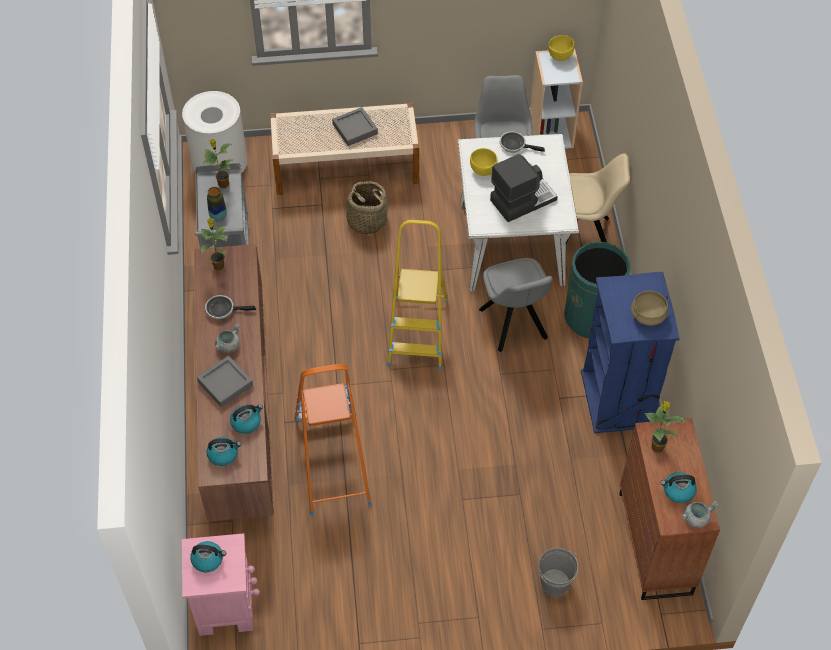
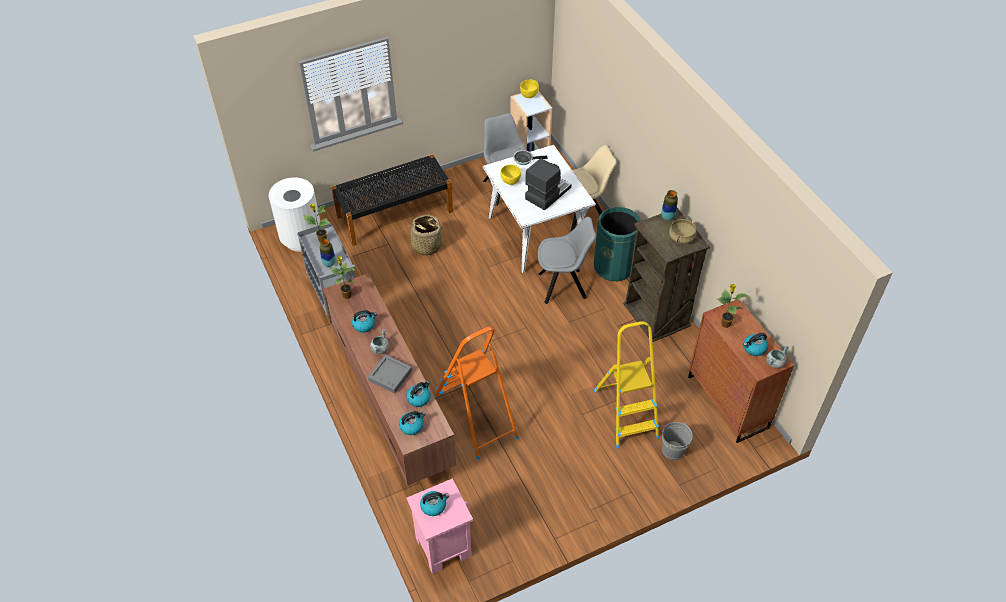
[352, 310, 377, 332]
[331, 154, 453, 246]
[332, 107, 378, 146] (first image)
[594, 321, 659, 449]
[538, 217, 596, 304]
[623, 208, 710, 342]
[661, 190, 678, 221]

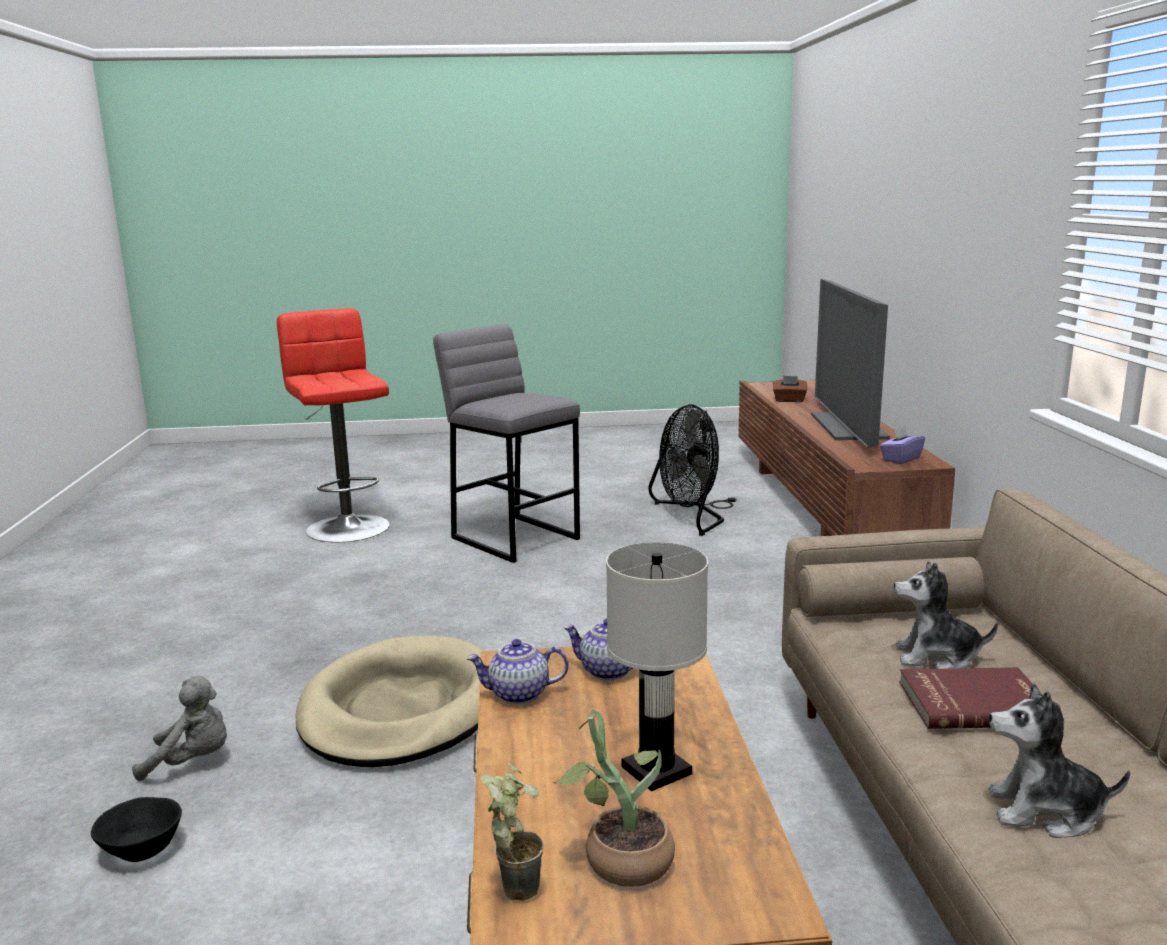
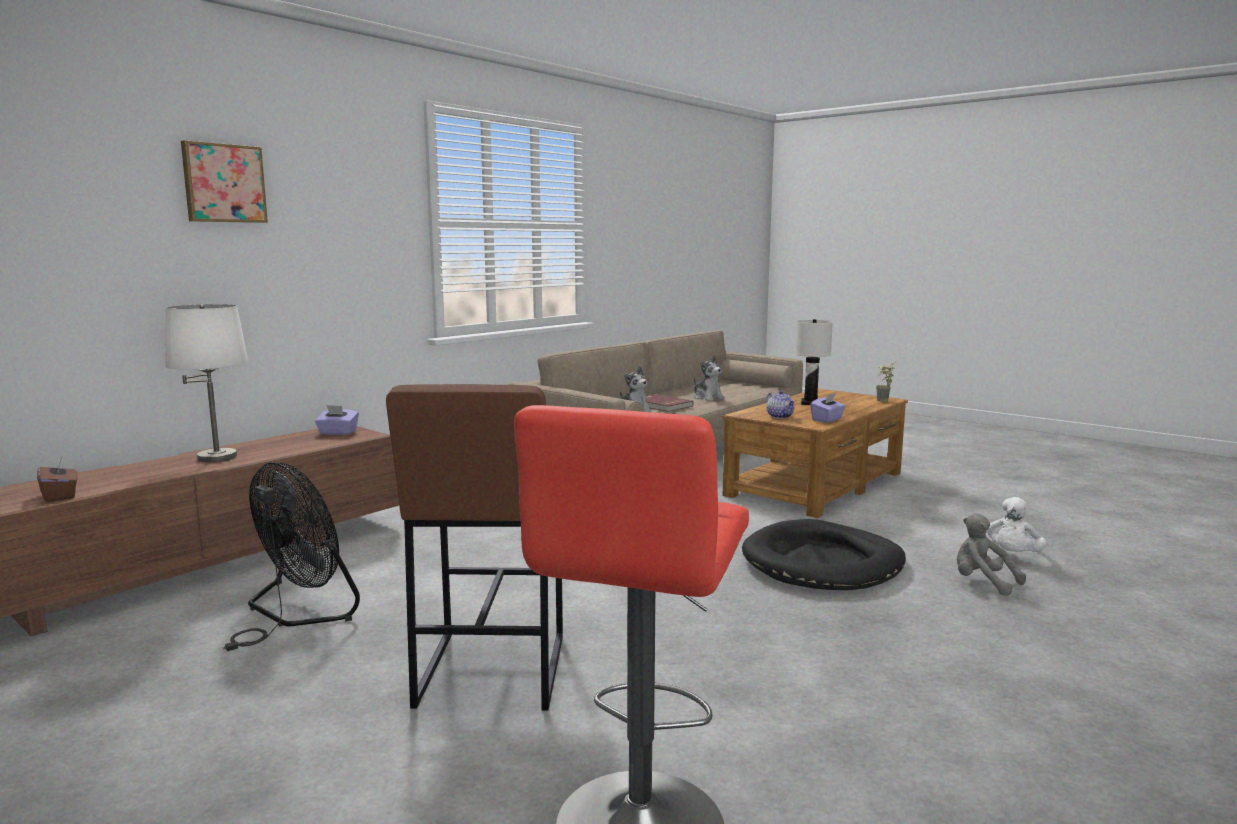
[987, 497, 1047, 552]
[742, 519, 906, 590]
[386, 384, 563, 711]
[810, 393, 846, 423]
[554, 709, 675, 887] (first image)
[222, 462, 360, 651]
[165, 304, 249, 462]
[181, 140, 268, 223]

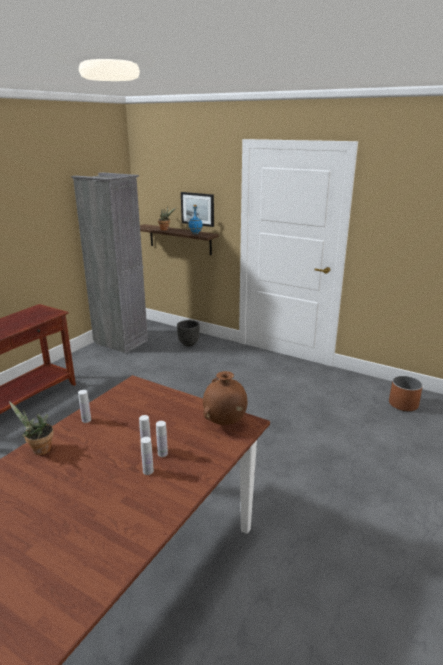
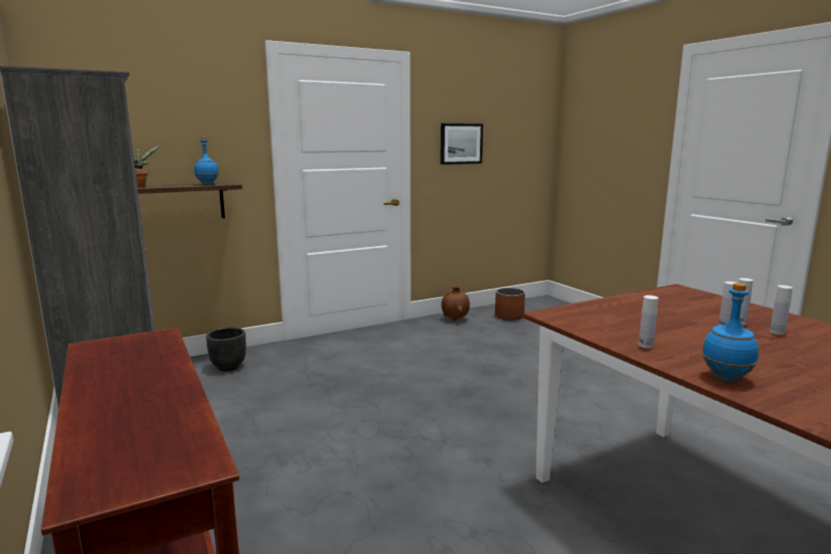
[702, 283, 759, 382]
[440, 123, 483, 165]
[441, 285, 470, 320]

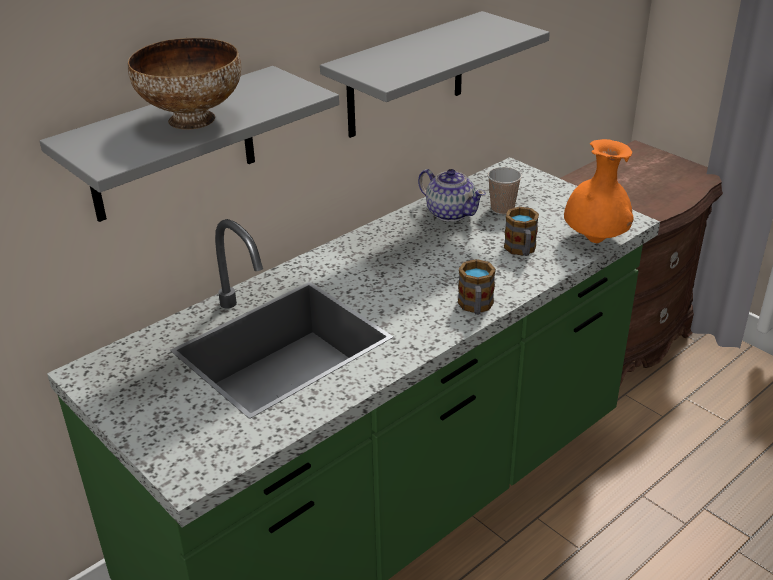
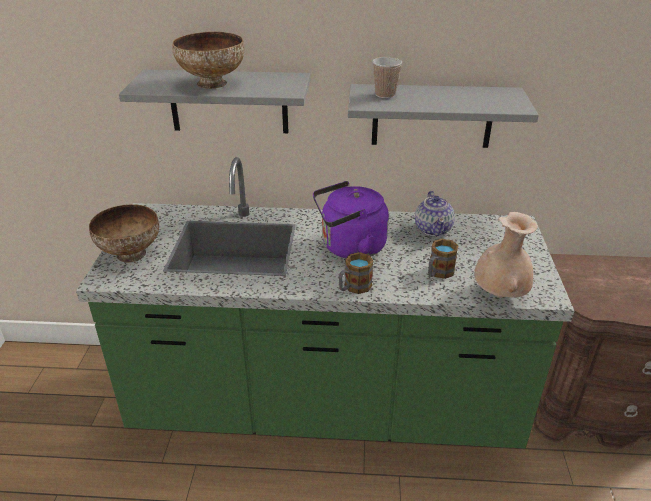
[372, 57, 402, 98]
[474, 212, 538, 298]
[89, 204, 159, 262]
[313, 181, 389, 258]

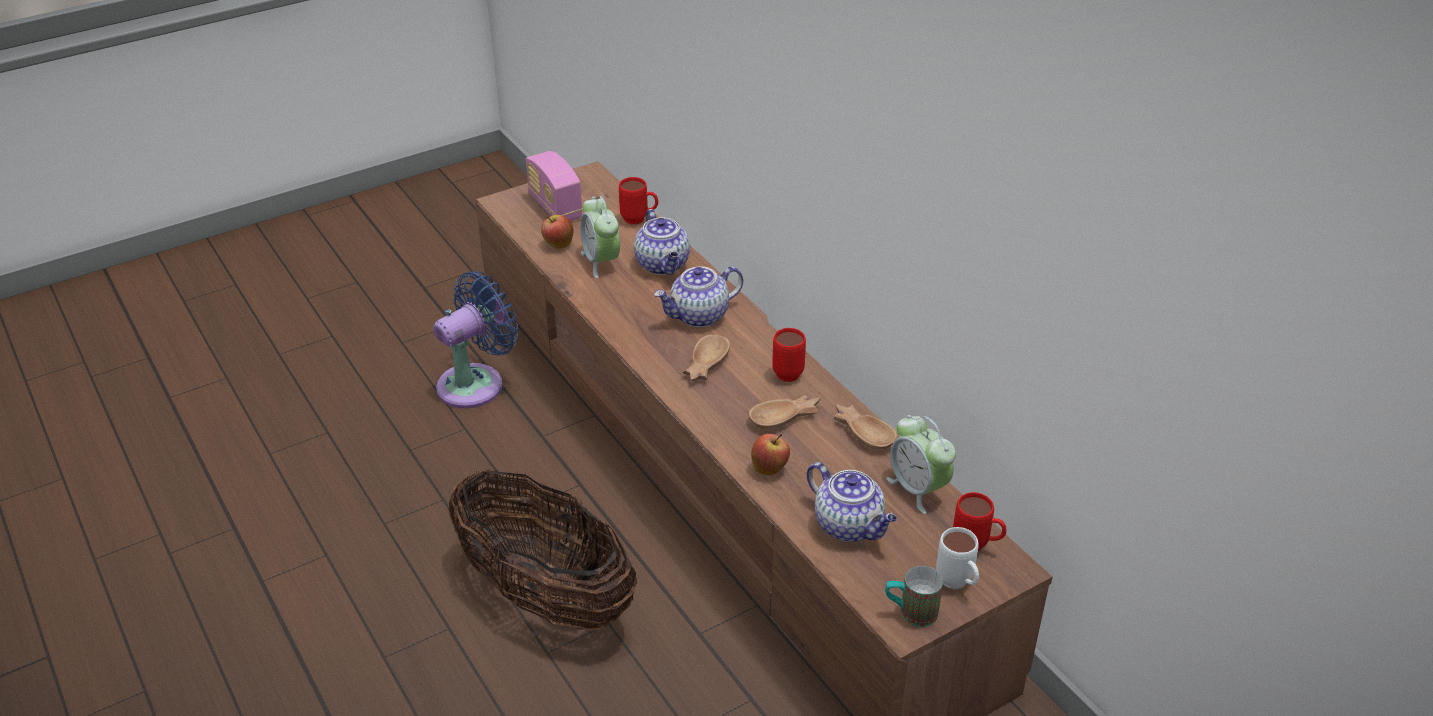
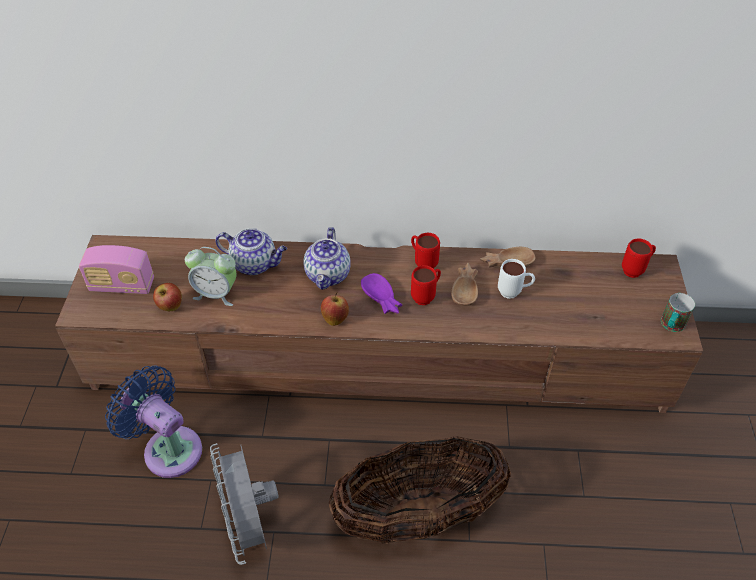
[105, 365, 202, 478]
[411, 265, 441, 305]
[361, 273, 402, 314]
[321, 292, 349, 326]
[807, 462, 897, 542] (first image)
[886, 415, 956, 514] (first image)
[498, 259, 535, 299]
[210, 443, 279, 565]

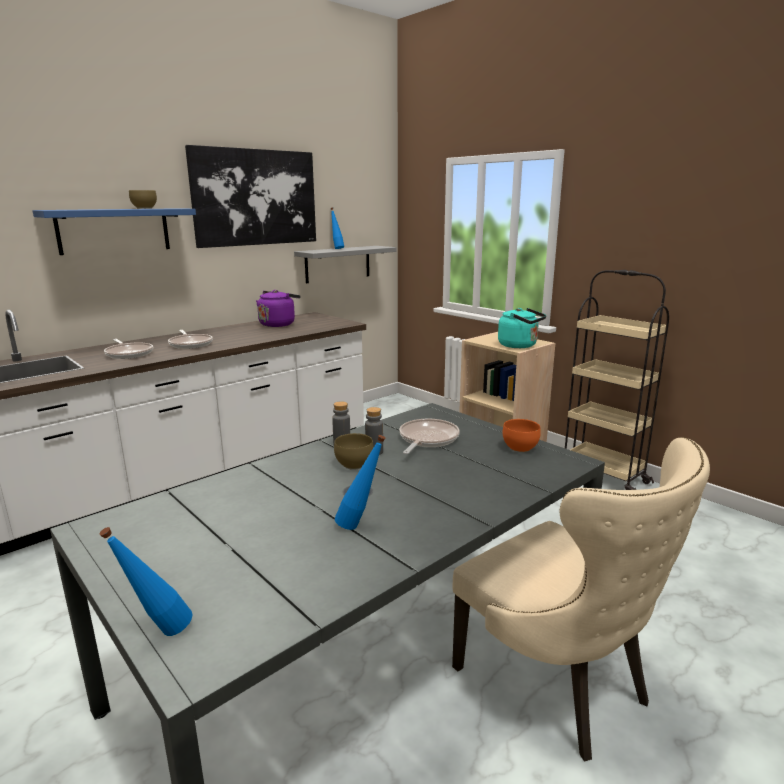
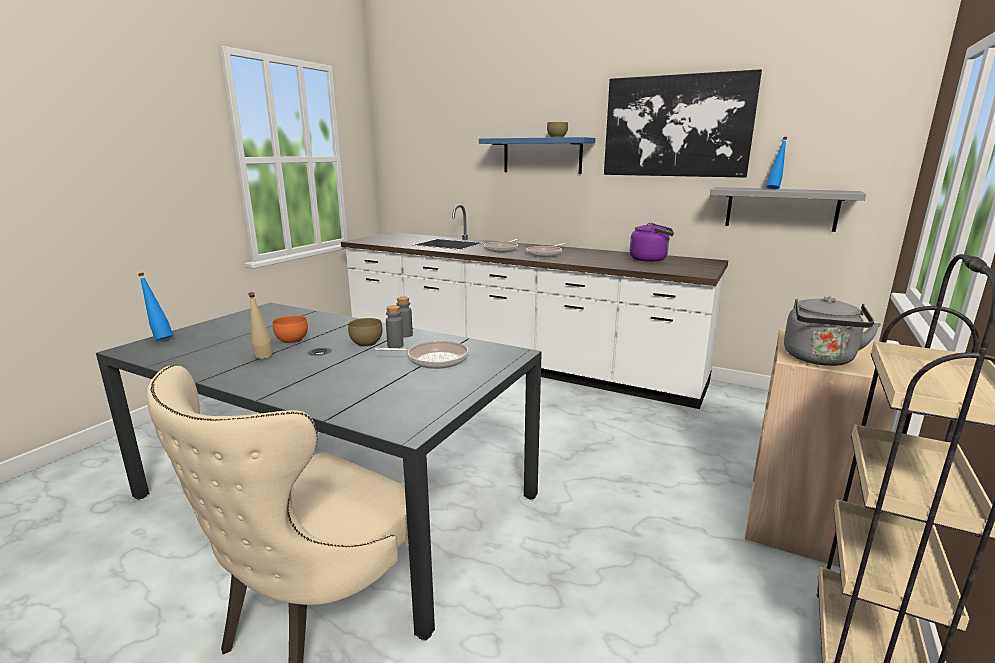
[248, 292, 273, 359]
[784, 296, 881, 366]
[273, 315, 308, 344]

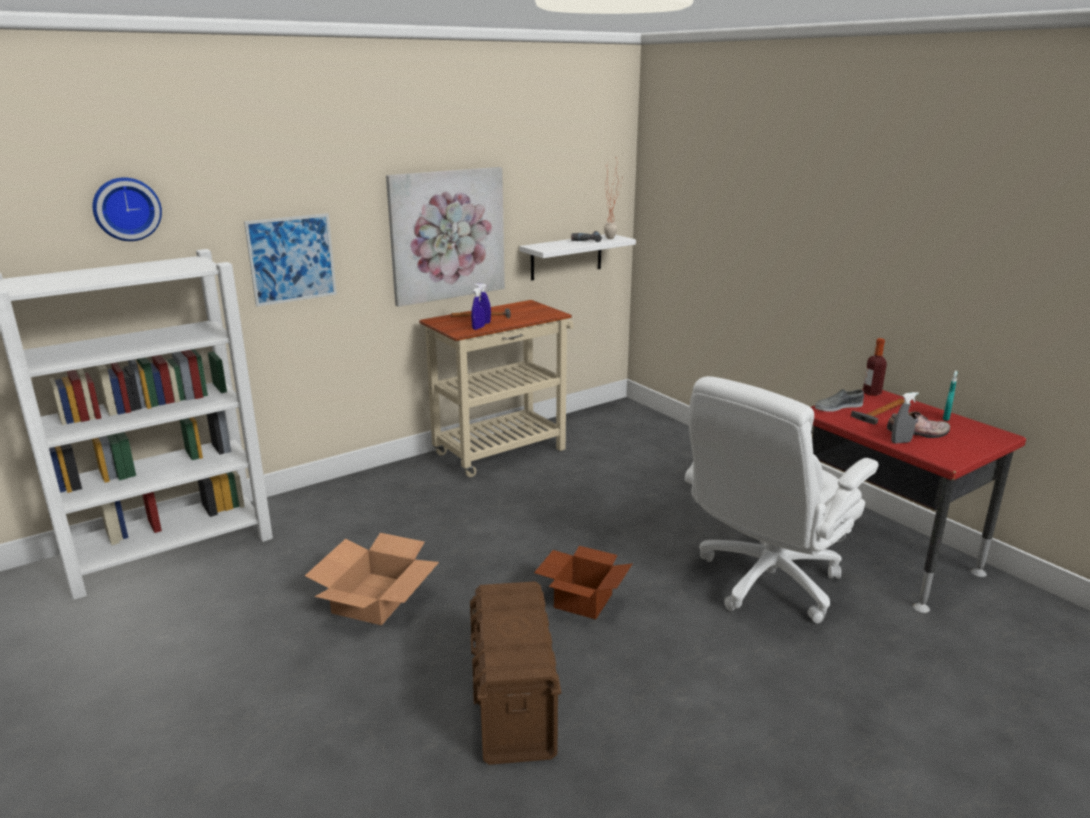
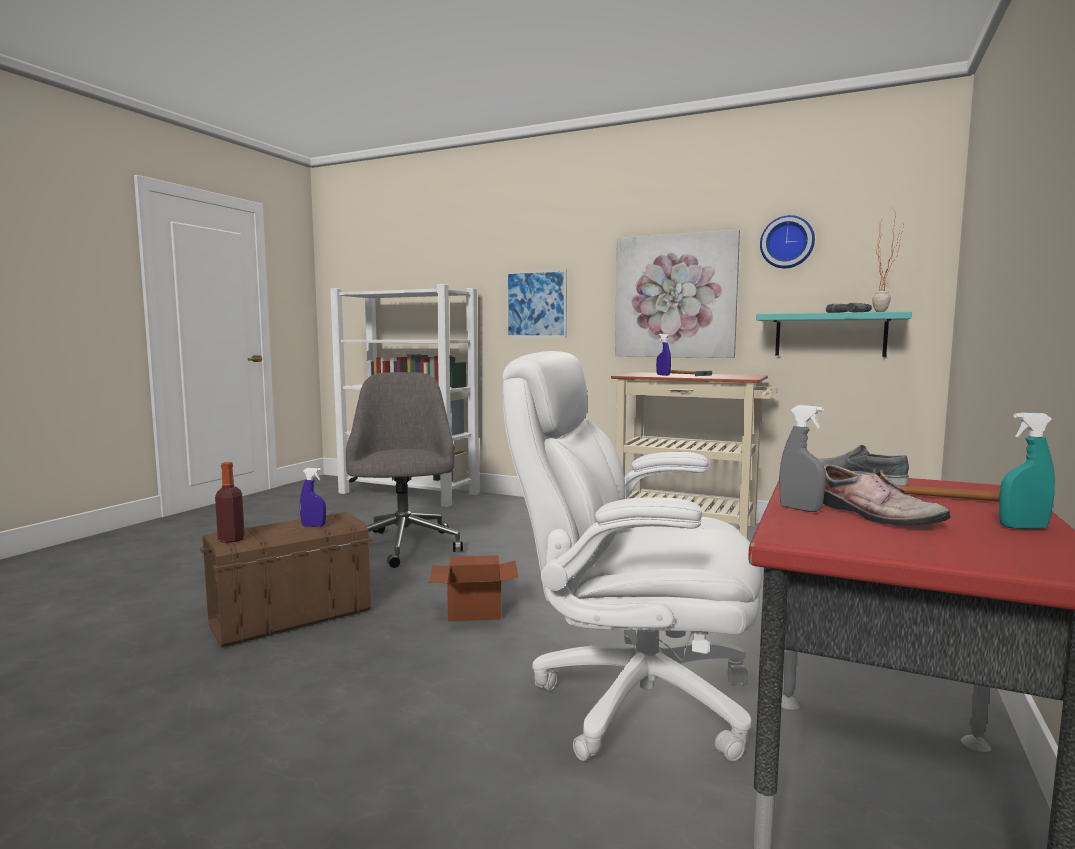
[760, 215, 815, 268]
[346, 372, 463, 568]
[300, 468, 326, 527]
[756, 312, 912, 357]
[215, 462, 245, 543]

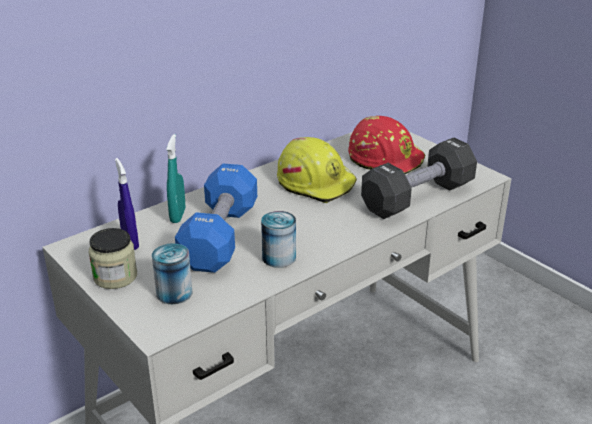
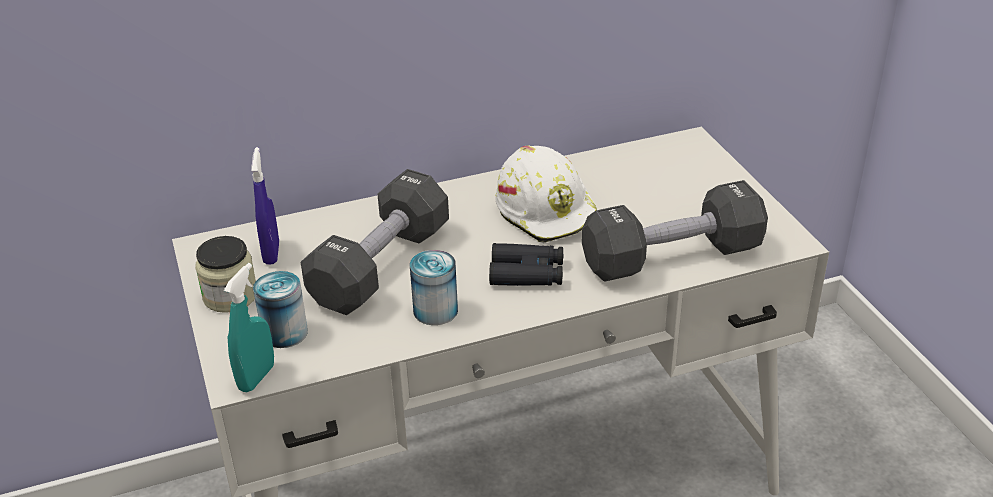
[224, 263, 274, 392]
[301, 169, 449, 315]
[495, 146, 597, 243]
[348, 116, 425, 174] (first image)
[489, 243, 564, 286]

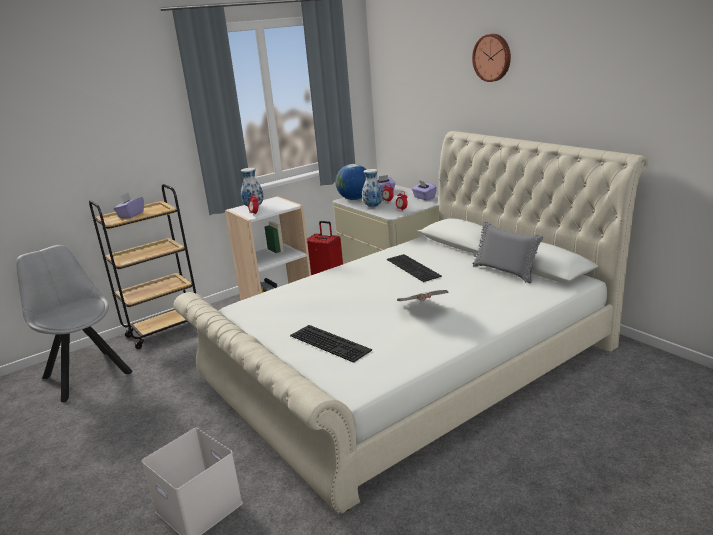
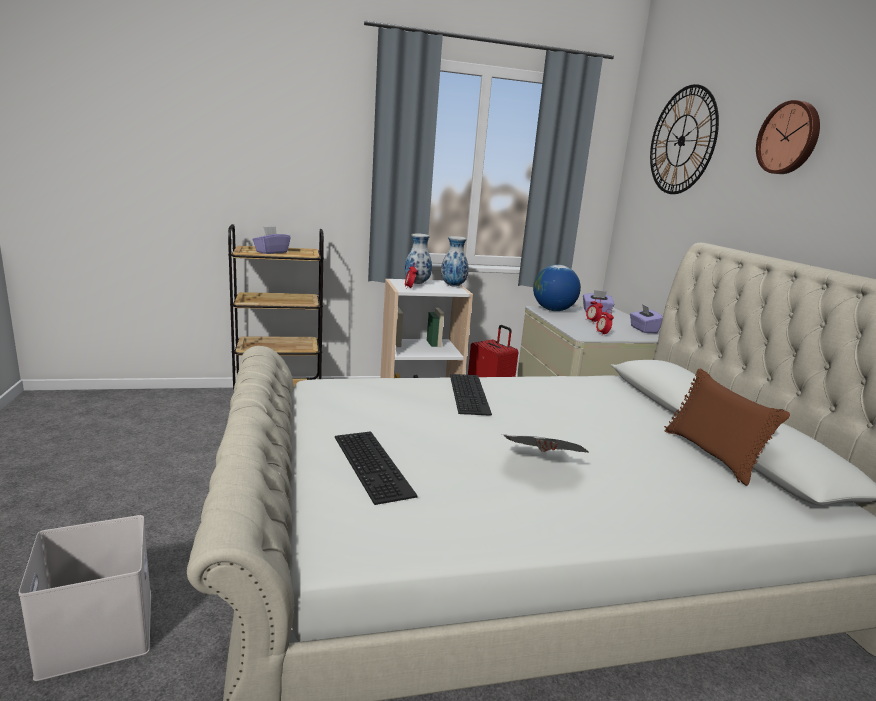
[16, 245, 133, 402] (first image)
[441, 236, 469, 287]
[450, 374, 492, 416]
[664, 368, 790, 486]
[650, 84, 719, 194]

